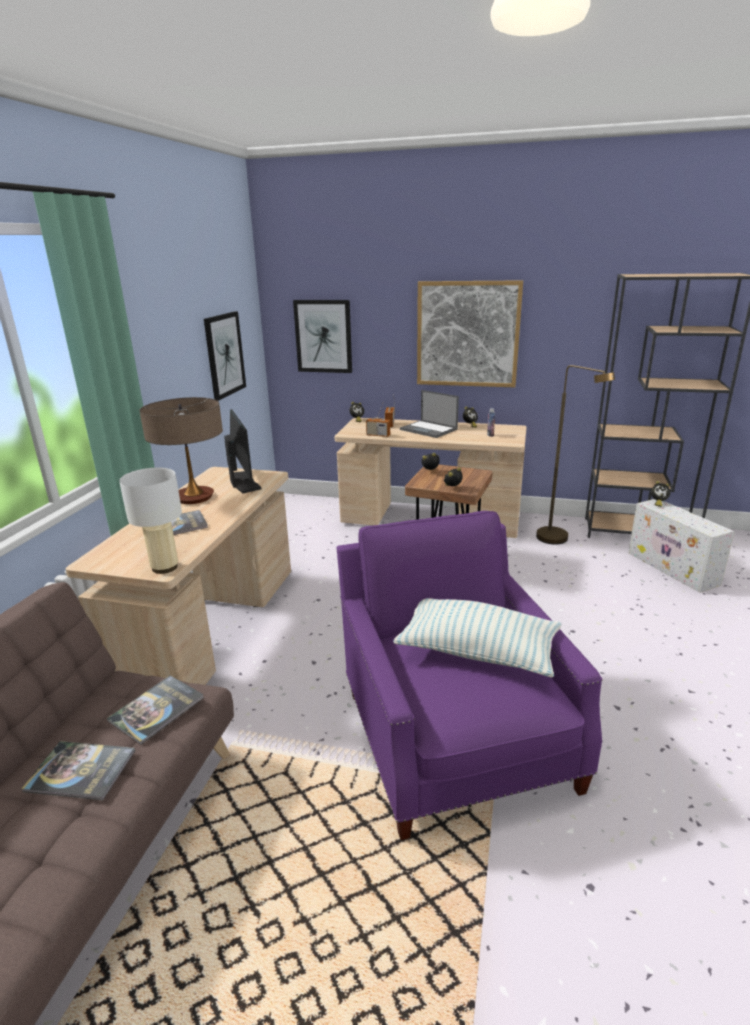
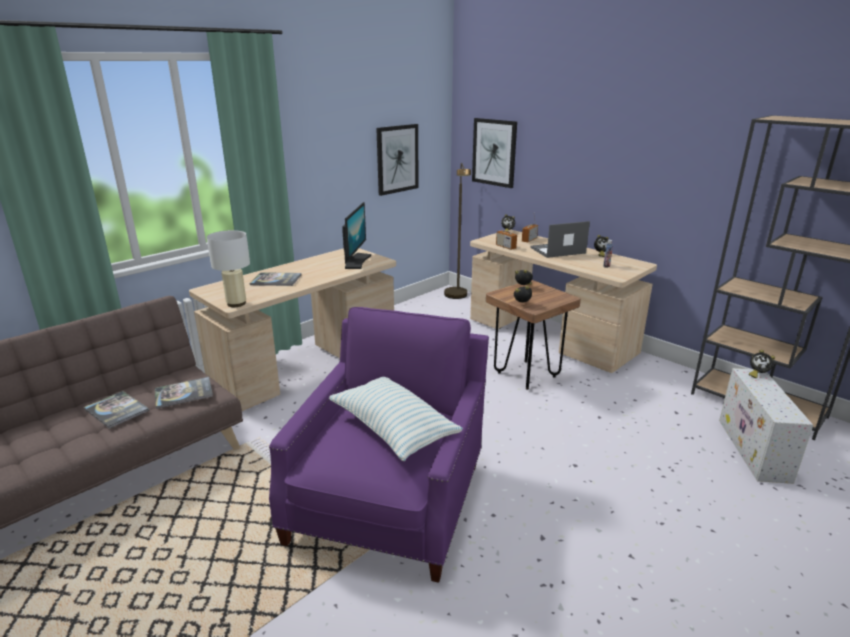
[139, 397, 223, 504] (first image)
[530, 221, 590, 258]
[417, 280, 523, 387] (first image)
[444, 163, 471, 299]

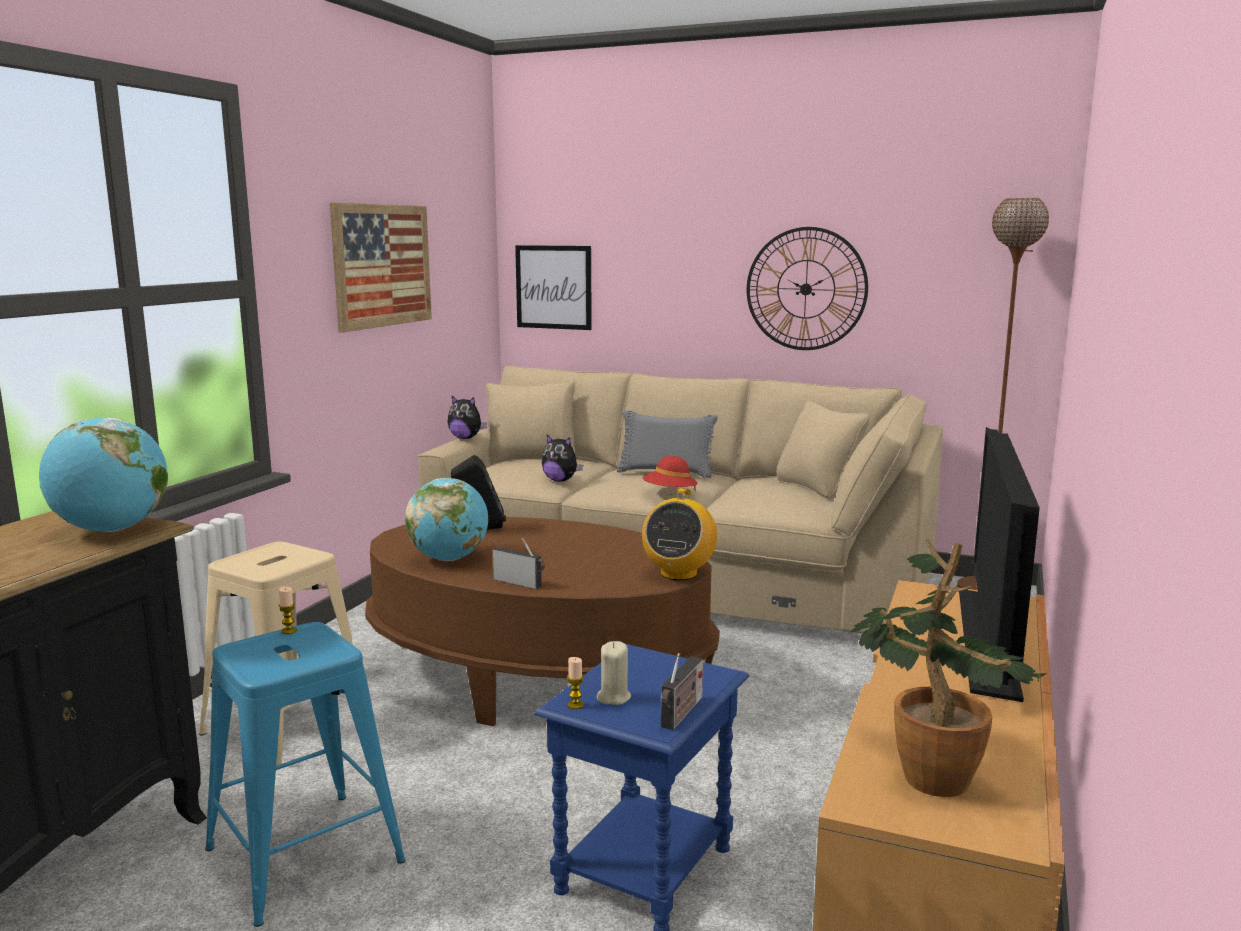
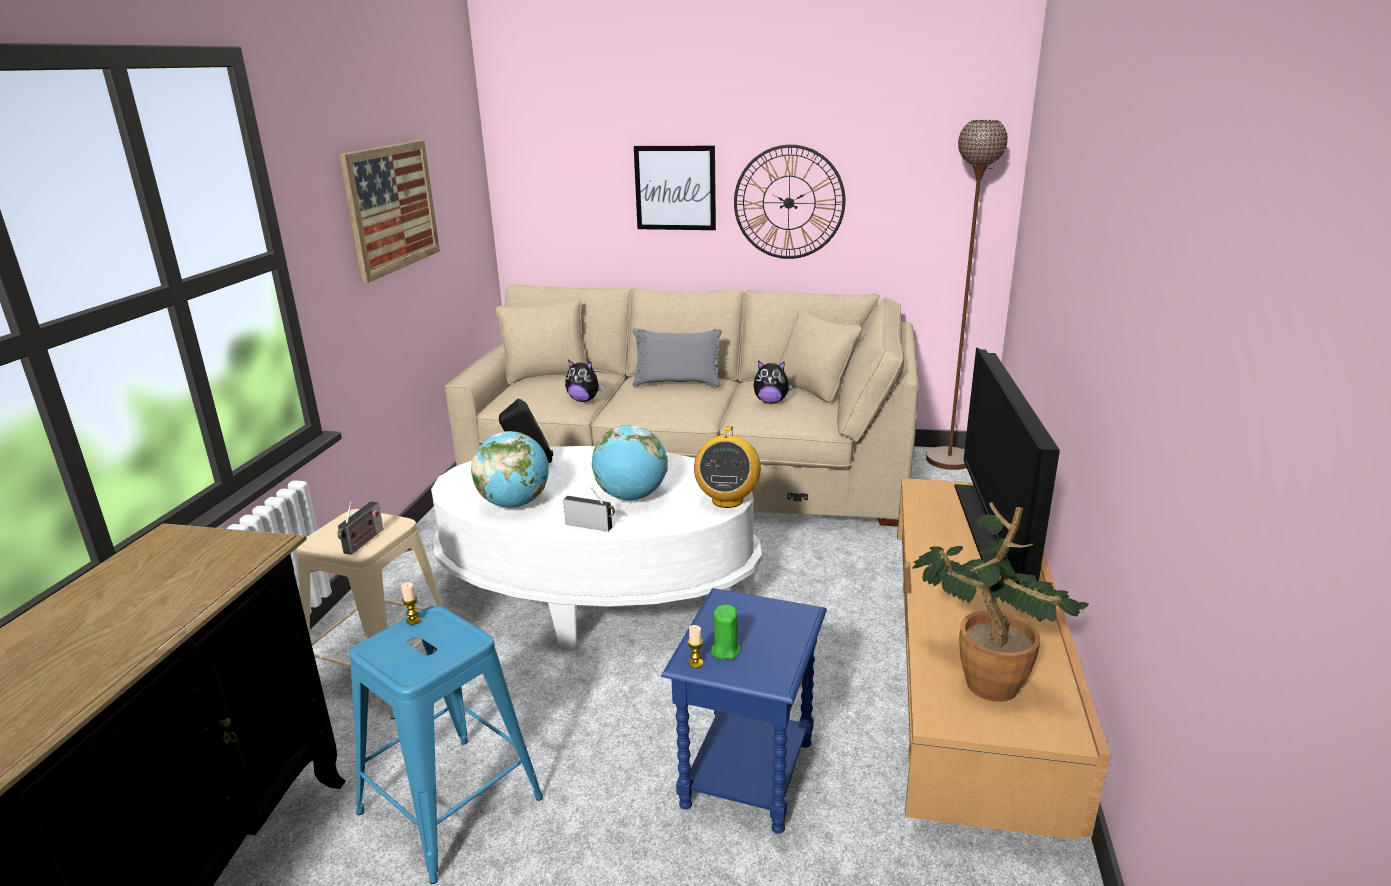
[592, 425, 668, 500]
[431, 446, 762, 649]
[753, 361, 792, 404]
[634, 146, 716, 230]
[711, 605, 740, 659]
[643, 456, 697, 491] (first image)
[337, 501, 383, 555]

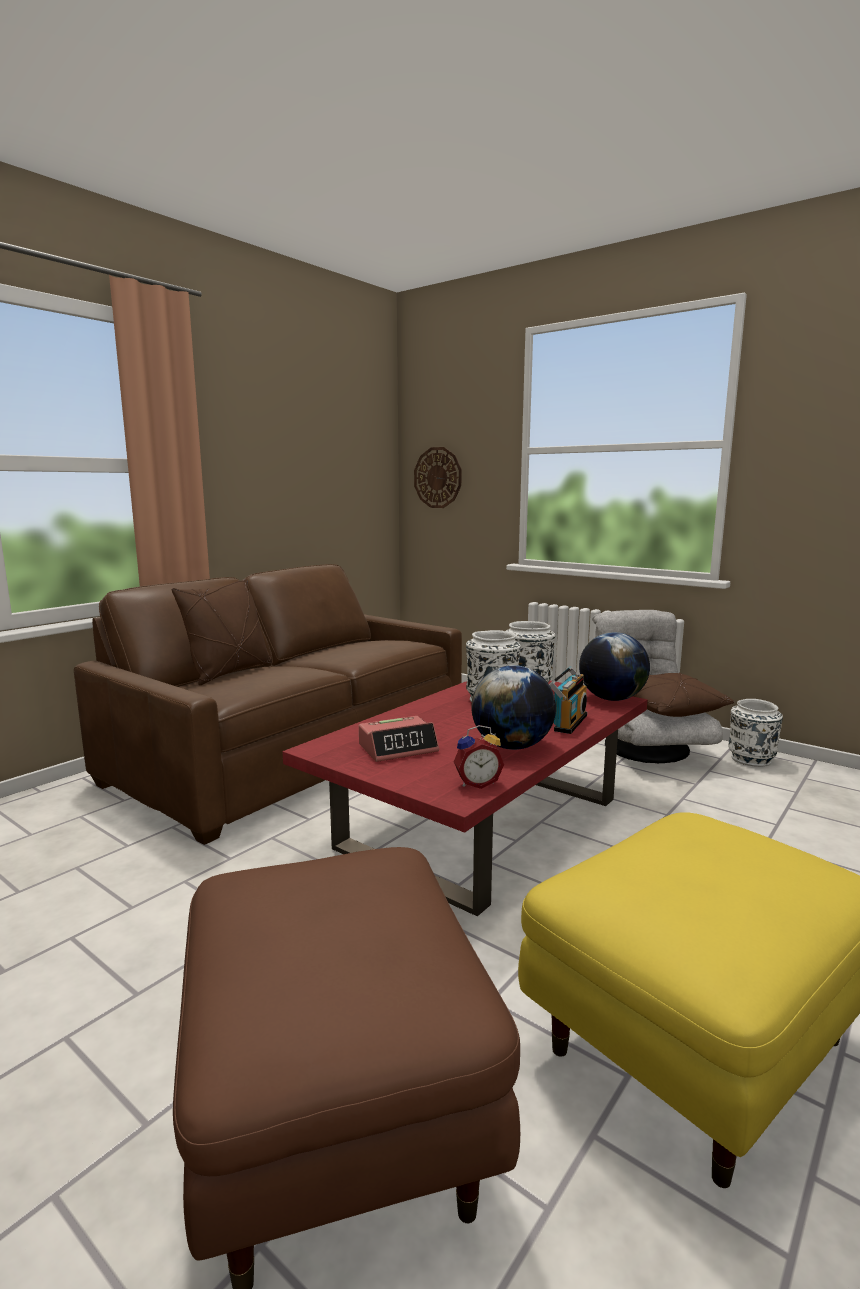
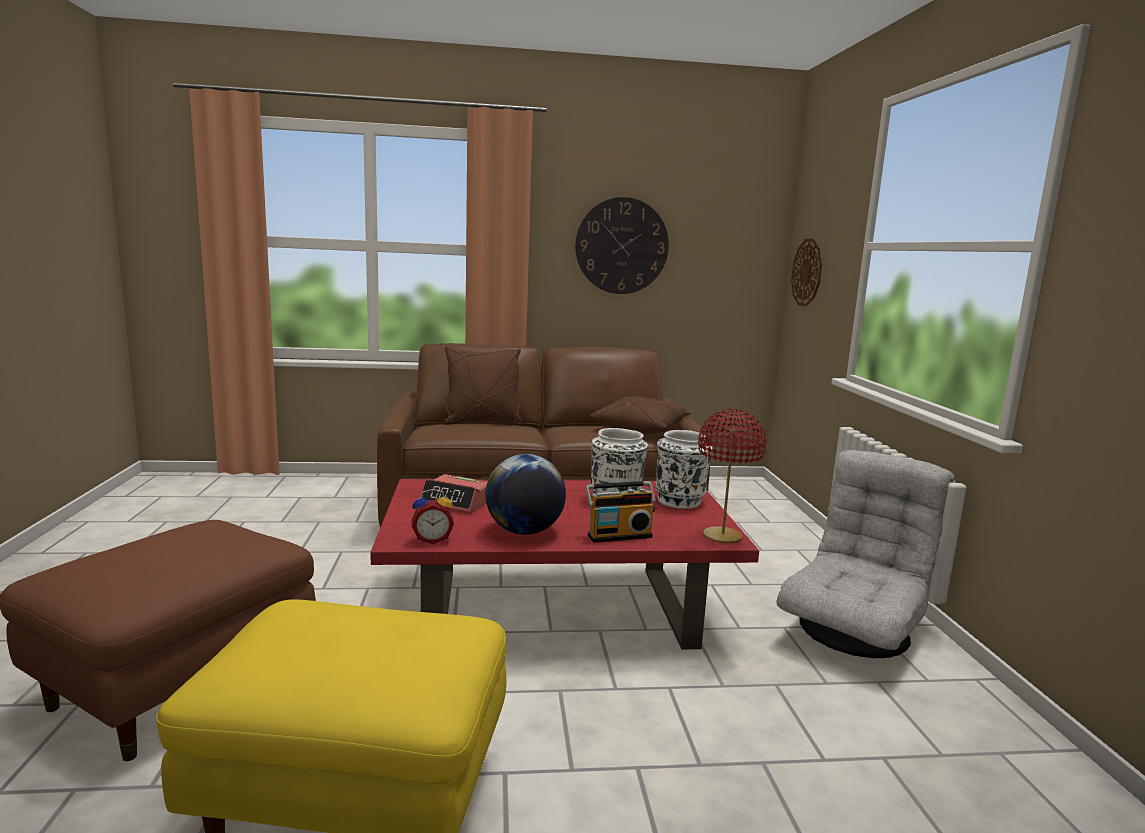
[412, 489, 454, 544]
[698, 409, 766, 544]
[590, 396, 692, 434]
[728, 699, 783, 767] (first image)
[575, 197, 669, 294]

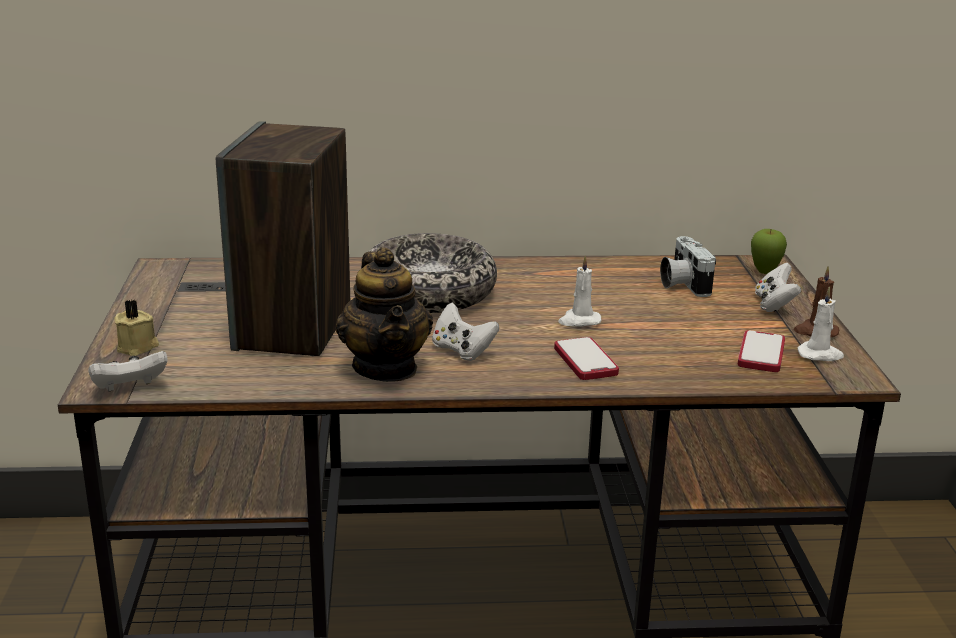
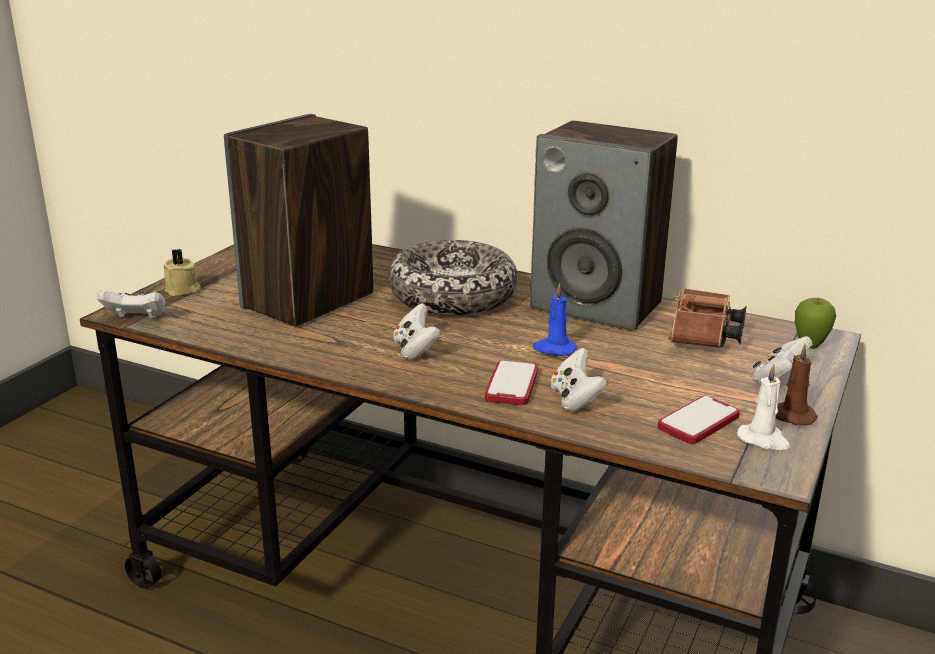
[335, 247, 433, 382] (first image)
[533, 283, 577, 356]
[668, 288, 747, 348]
[530, 121, 678, 331]
[551, 348, 608, 411]

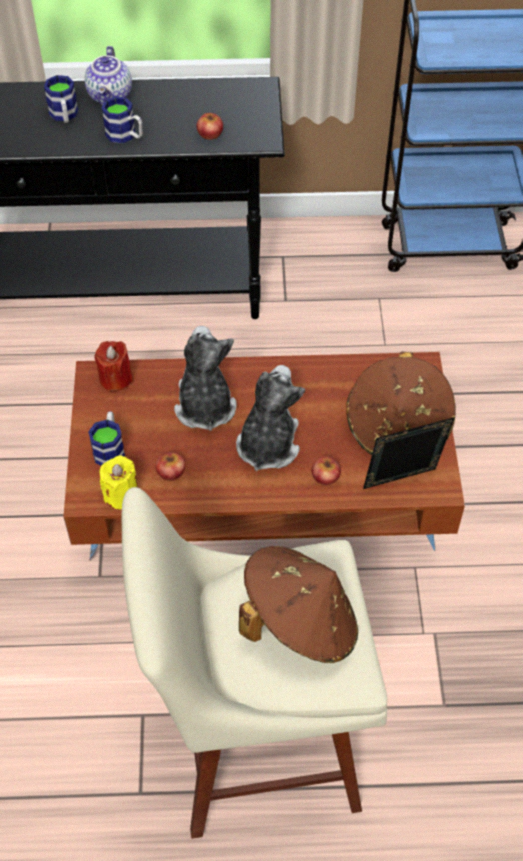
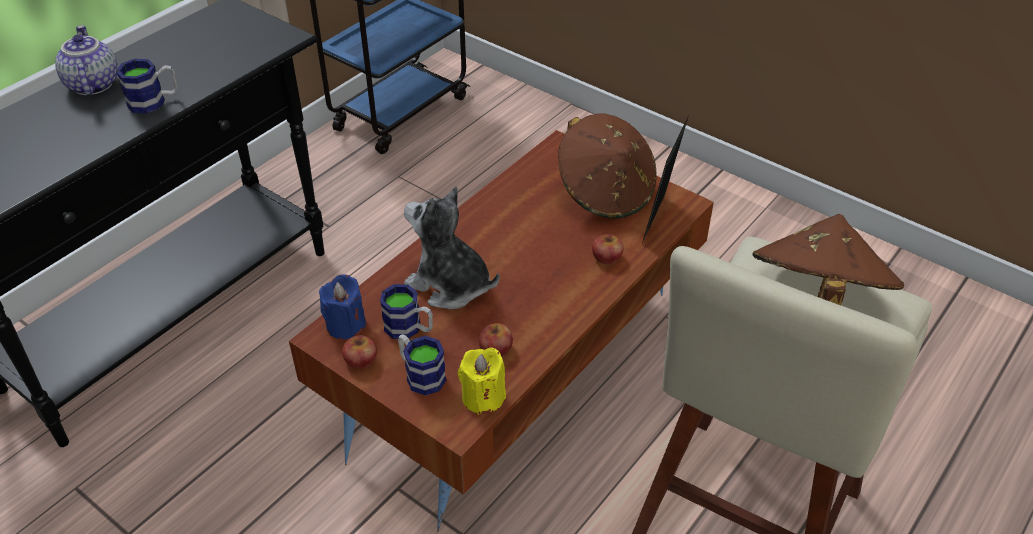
[380, 284, 433, 339]
[55, 25, 118, 95]
[319, 274, 366, 339]
[342, 335, 377, 369]
[236, 365, 305, 471] (first image)

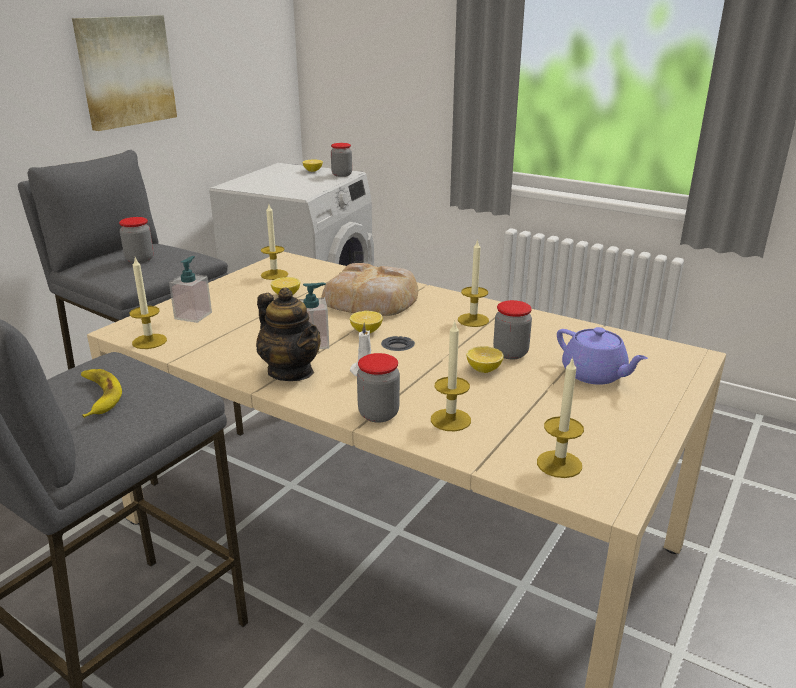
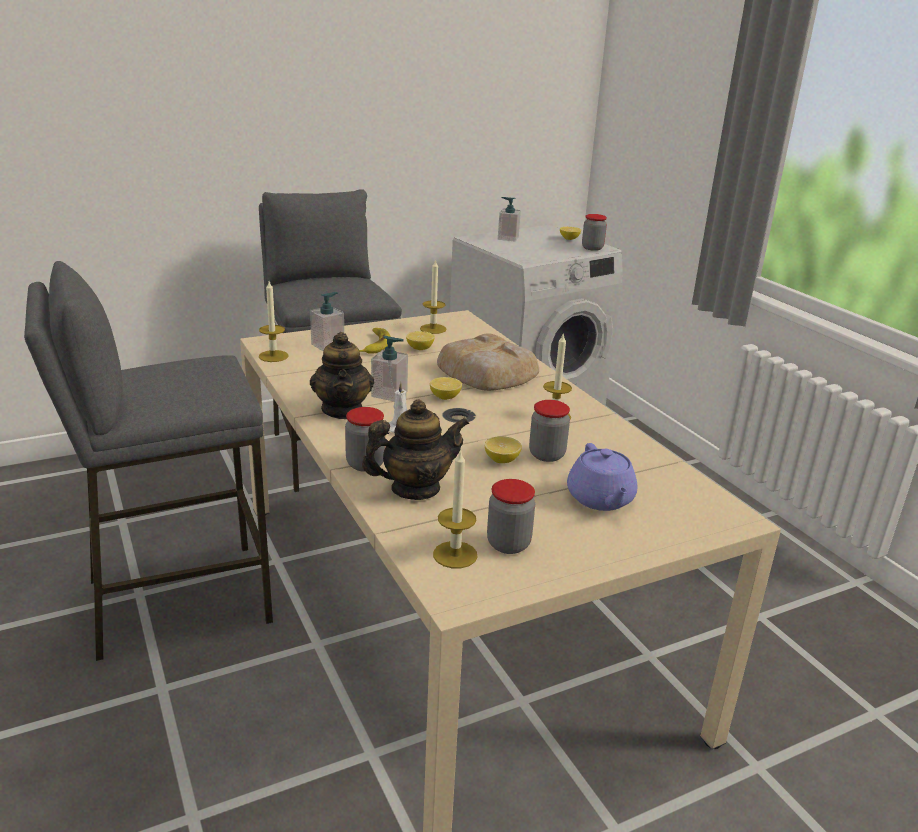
[72, 15, 177, 131] (first image)
[359, 328, 390, 354]
[487, 479, 535, 554]
[362, 399, 469, 500]
[498, 197, 521, 241]

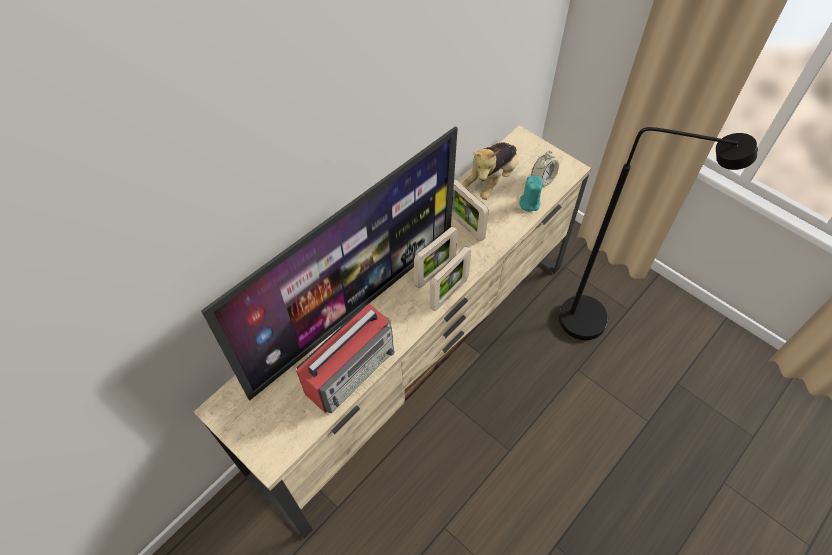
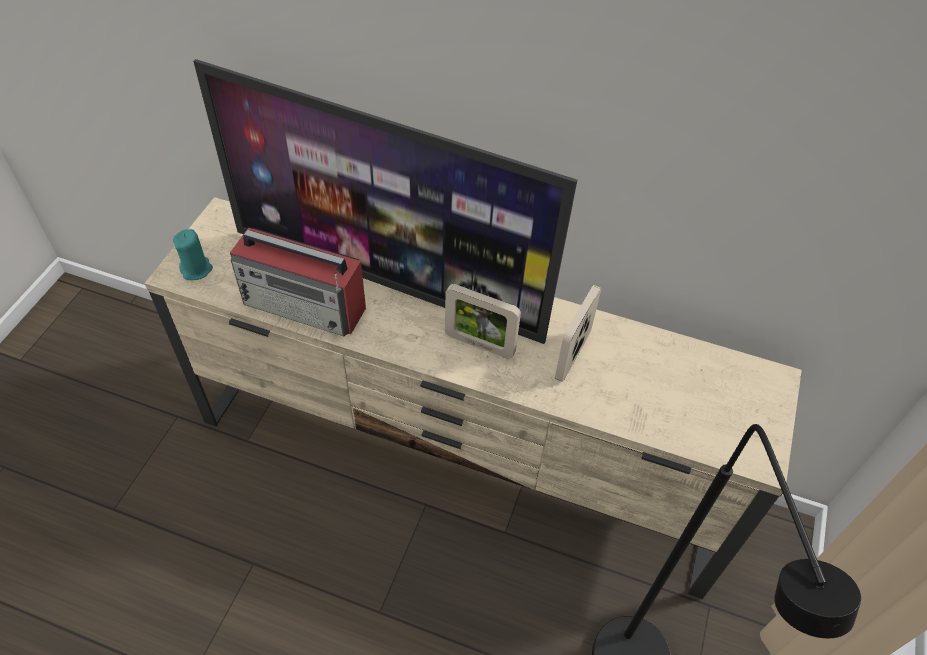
[430, 247, 471, 311] (first image)
[463, 142, 518, 200] (first image)
[173, 229, 213, 280]
[531, 150, 559, 186] (first image)

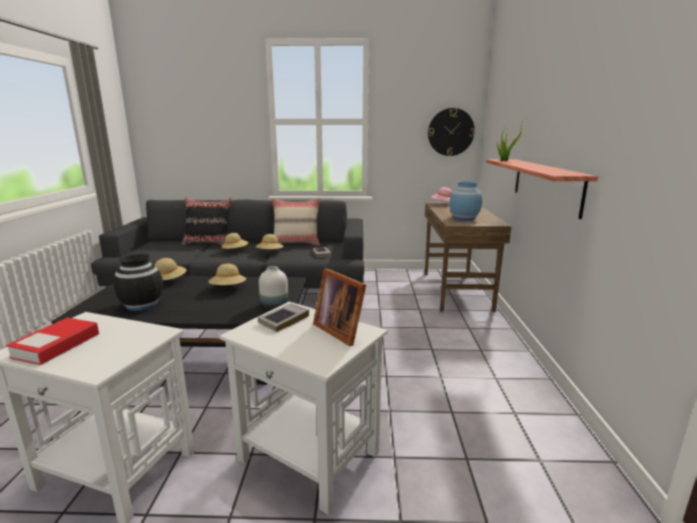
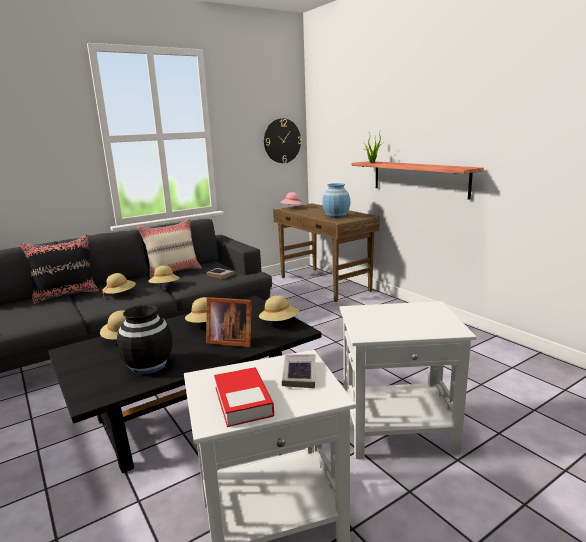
[282, 354, 315, 388]
[259, 295, 299, 321]
[206, 297, 252, 347]

